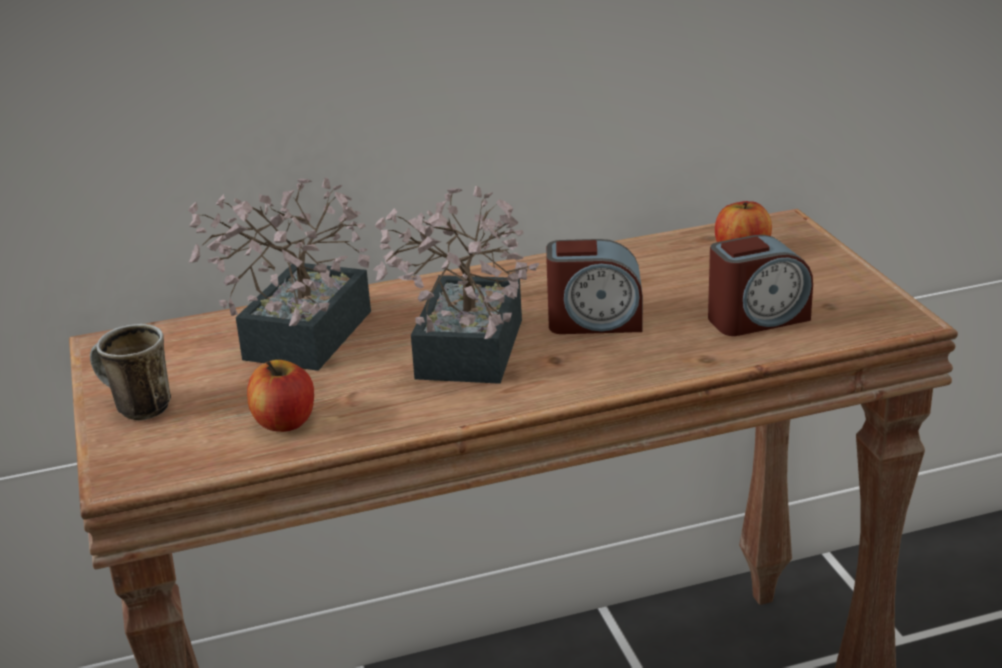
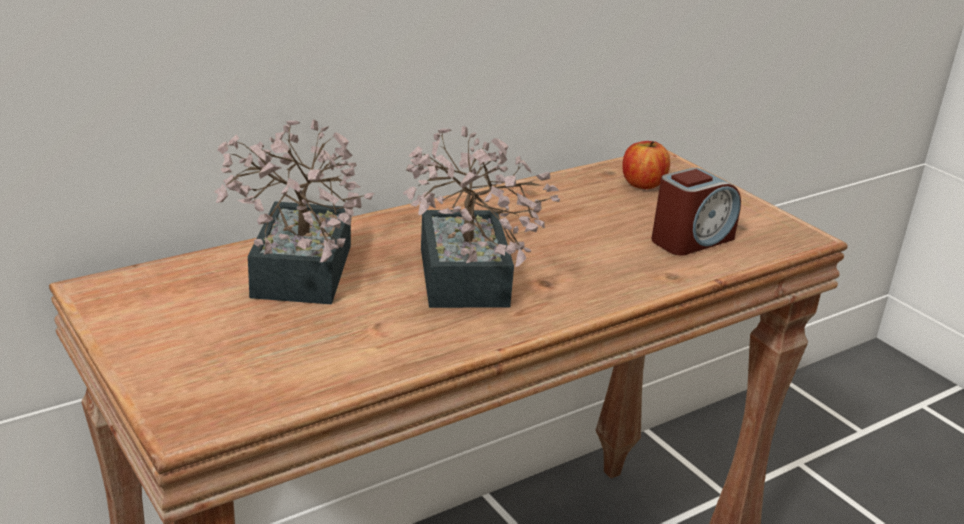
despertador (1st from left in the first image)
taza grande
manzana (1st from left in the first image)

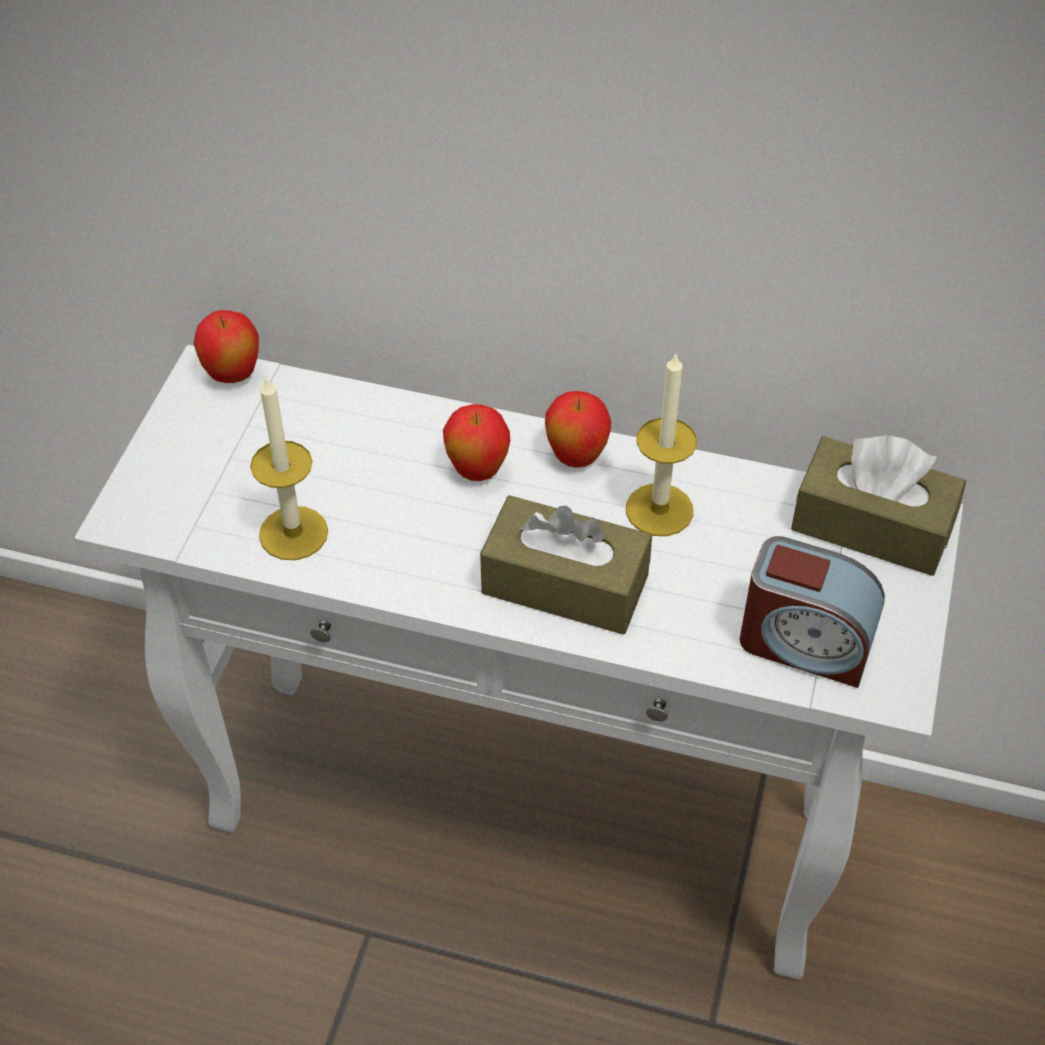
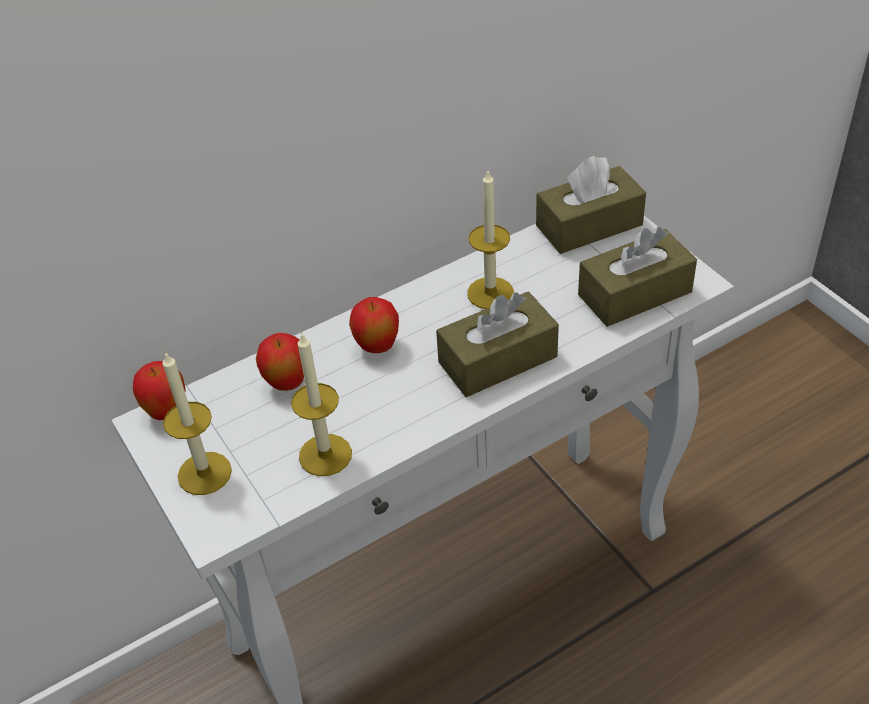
manzana (2nd from left)
caja de pañuelos [marrón] (3rd from left)
vela (1st from left)

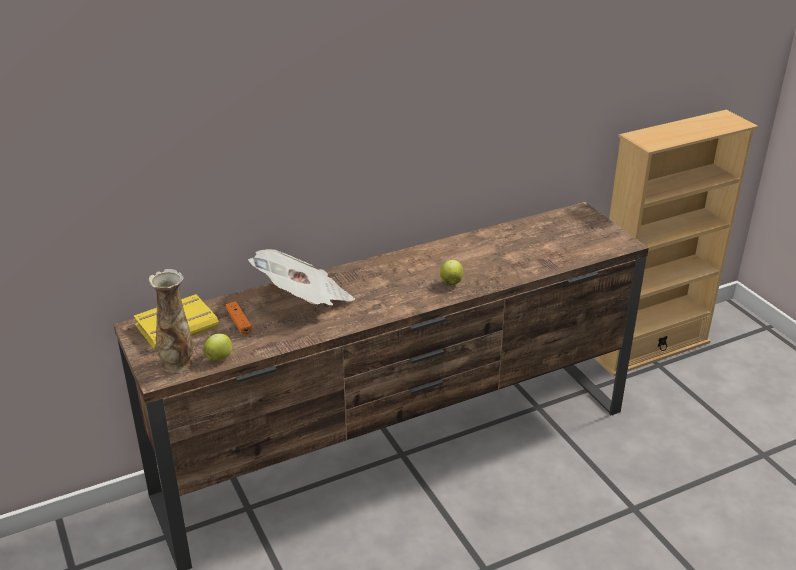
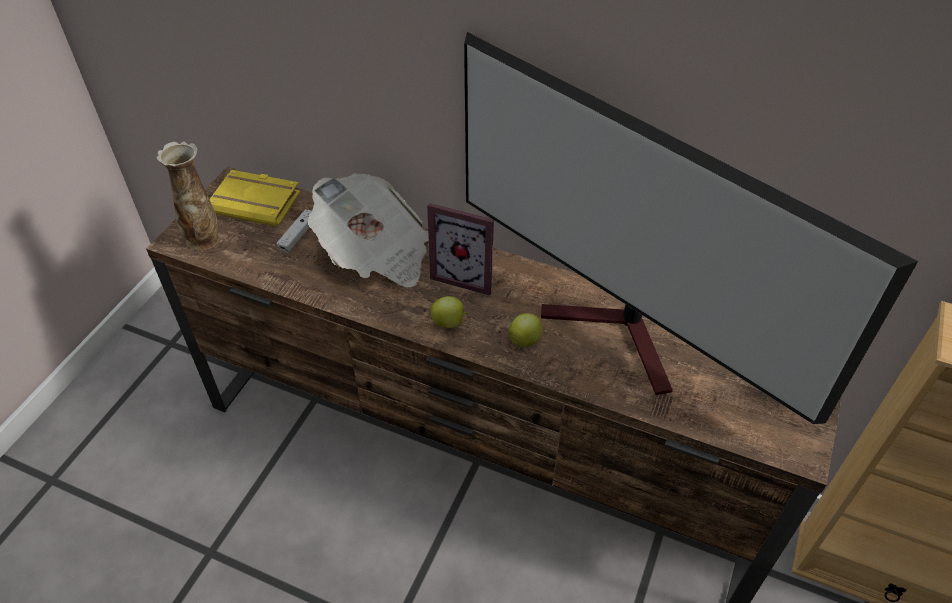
mando de consola [blanco]
manzana (1st from left)
televisor
portarretratos

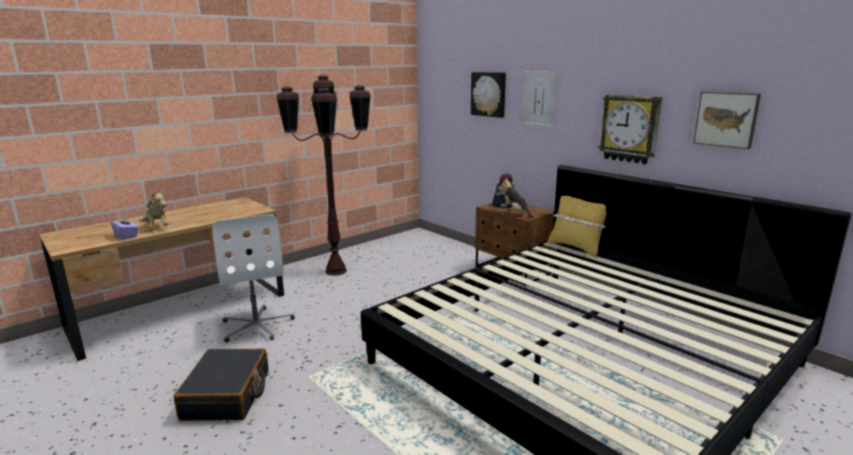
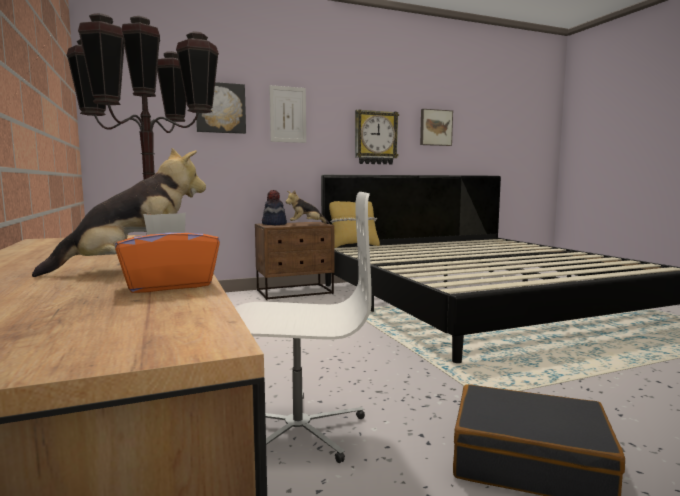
caja de pañuelos [naranja]

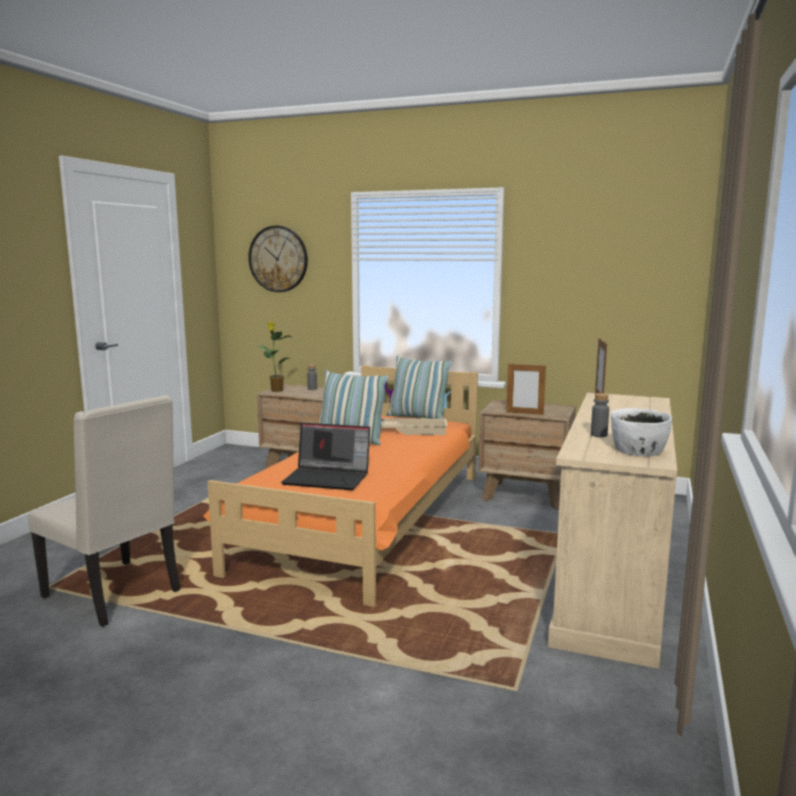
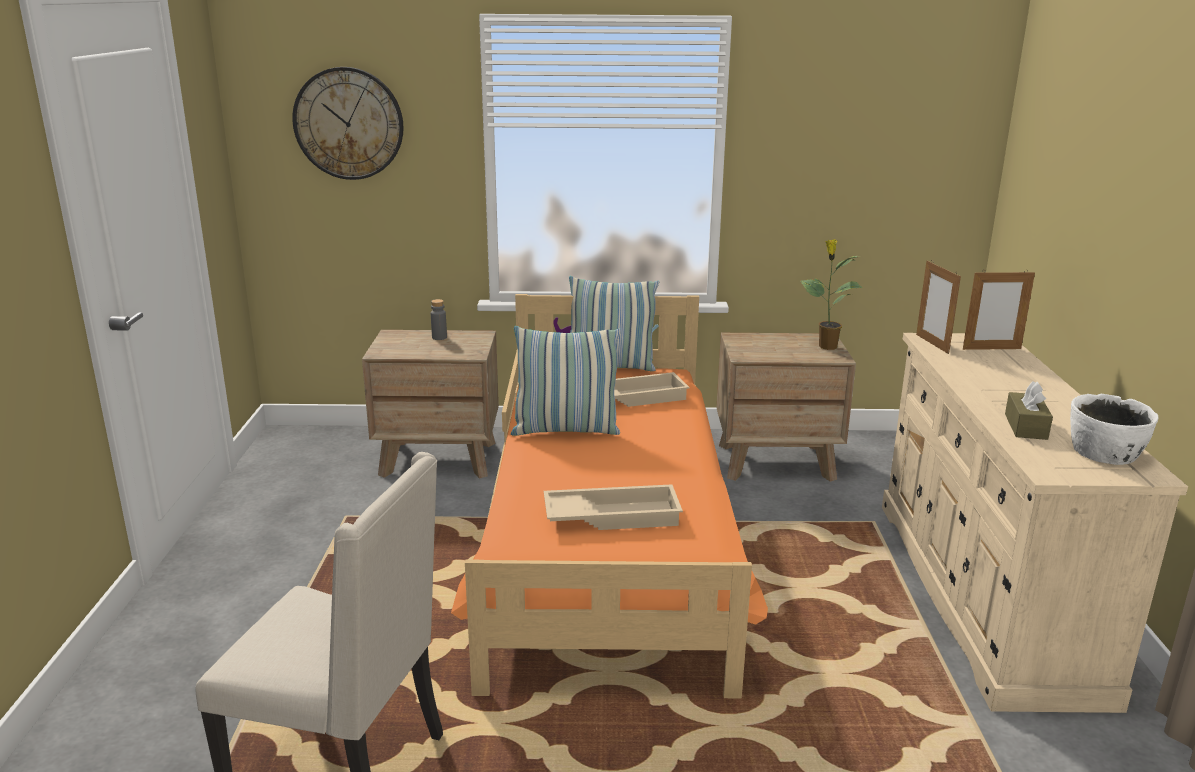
planta en maceta
portarretratos (2nd from left)
caja de pañuelos [marrón]
bandeja [beis] (1st from left)

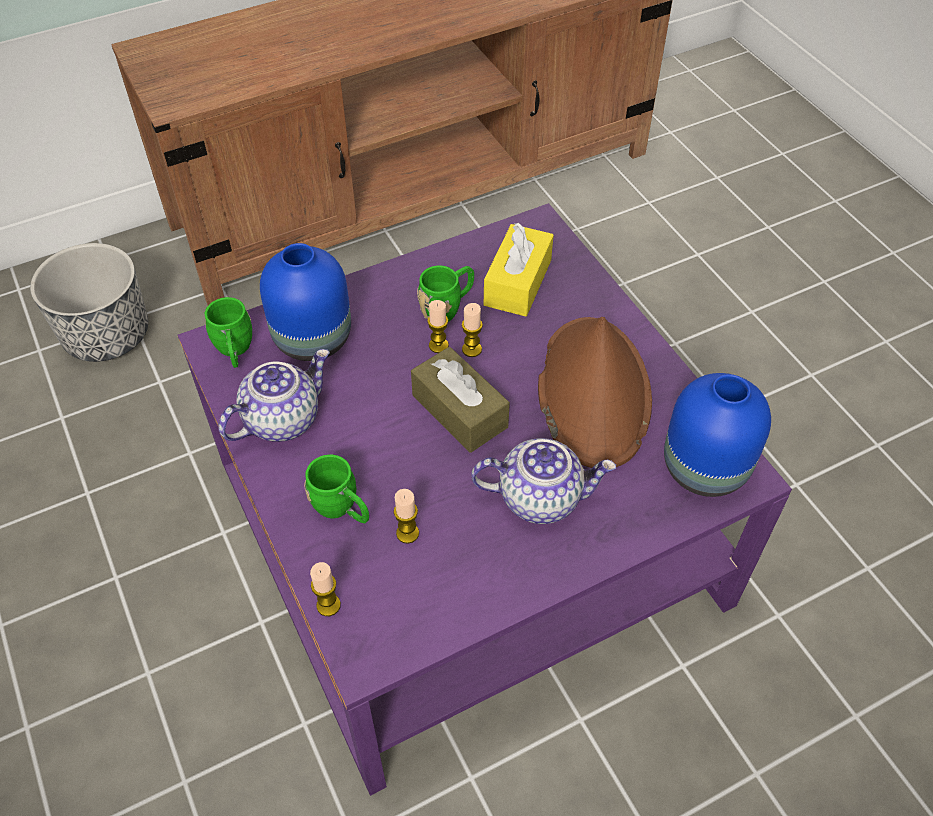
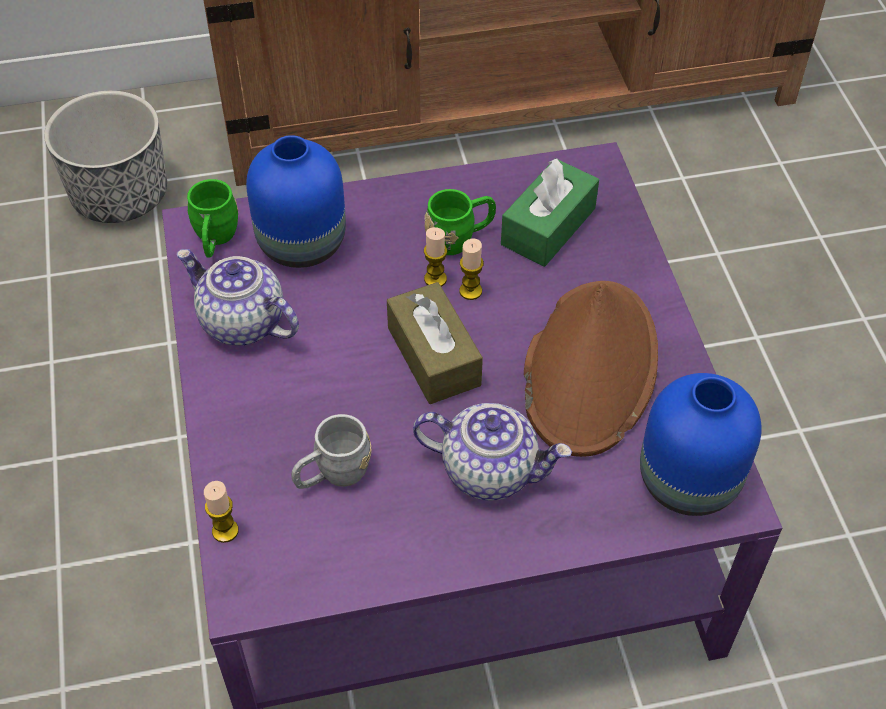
caja de pañuelos [verde]
tetera (1st from left)
taza grande [verde] (2nd from left in the first image)
taza grande [gris]

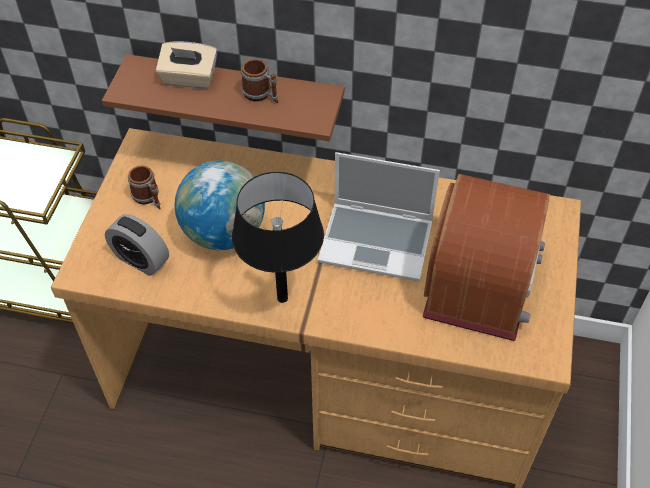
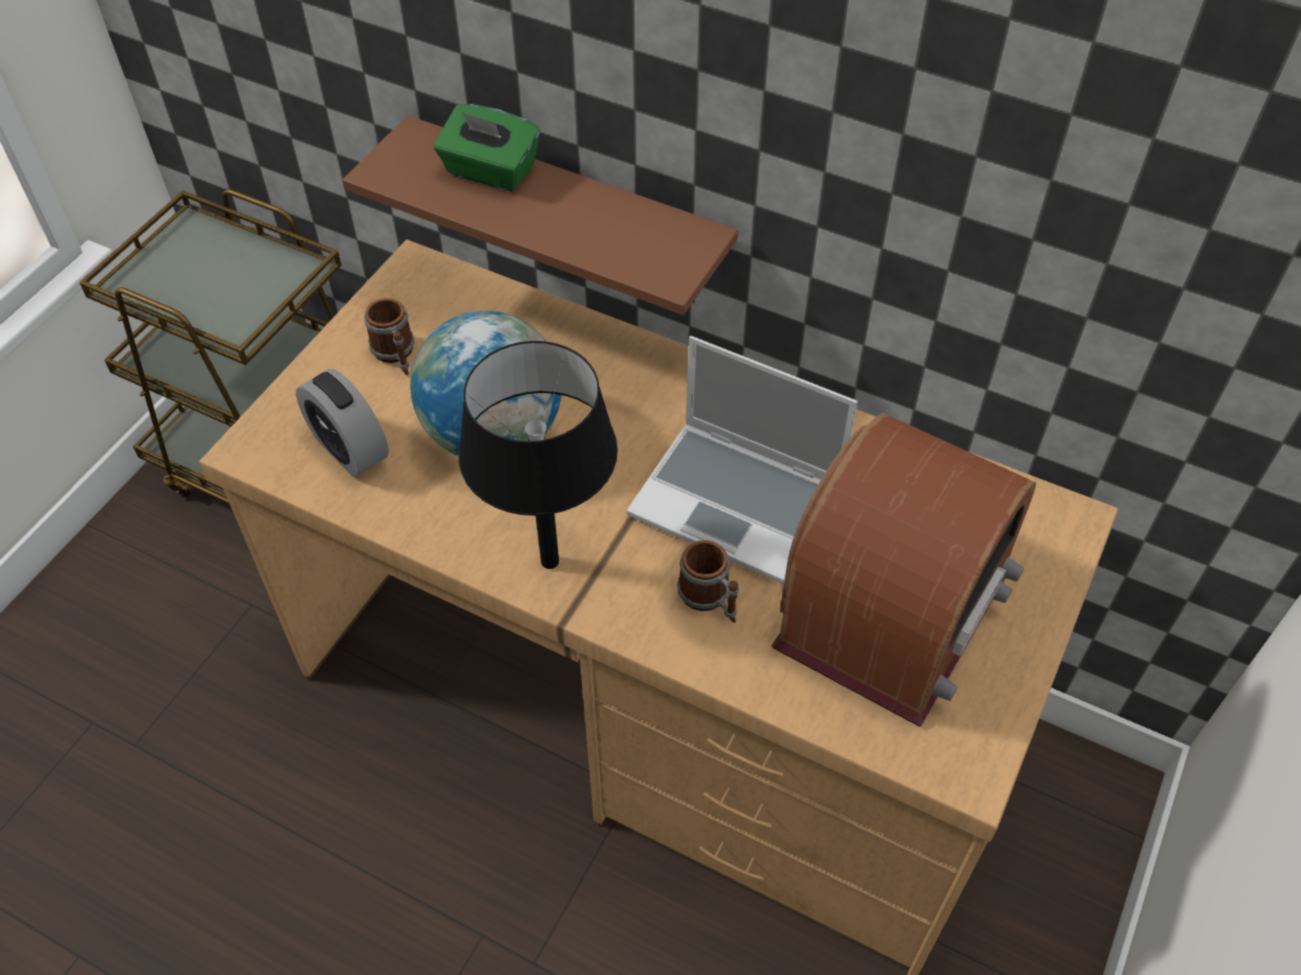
caja de pañuelos [verde]
taza grande (2nd from left)

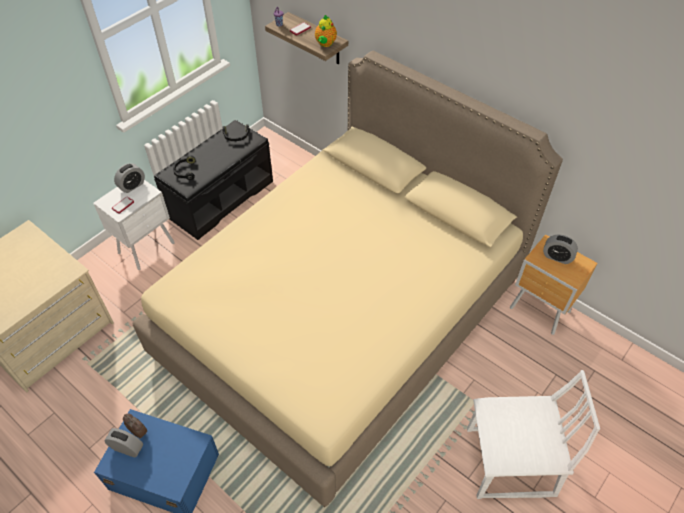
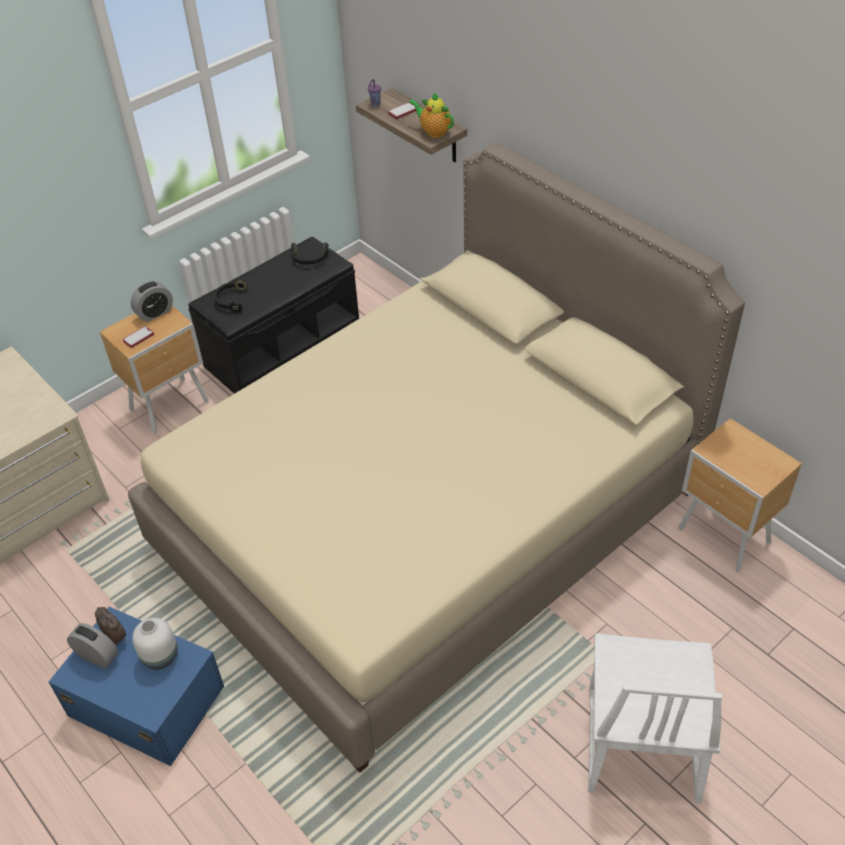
tetera
mesita de noche [marrón] (1st from left)
despertador (4th from left in the first image)
silla [blanco]
florero [blanco]

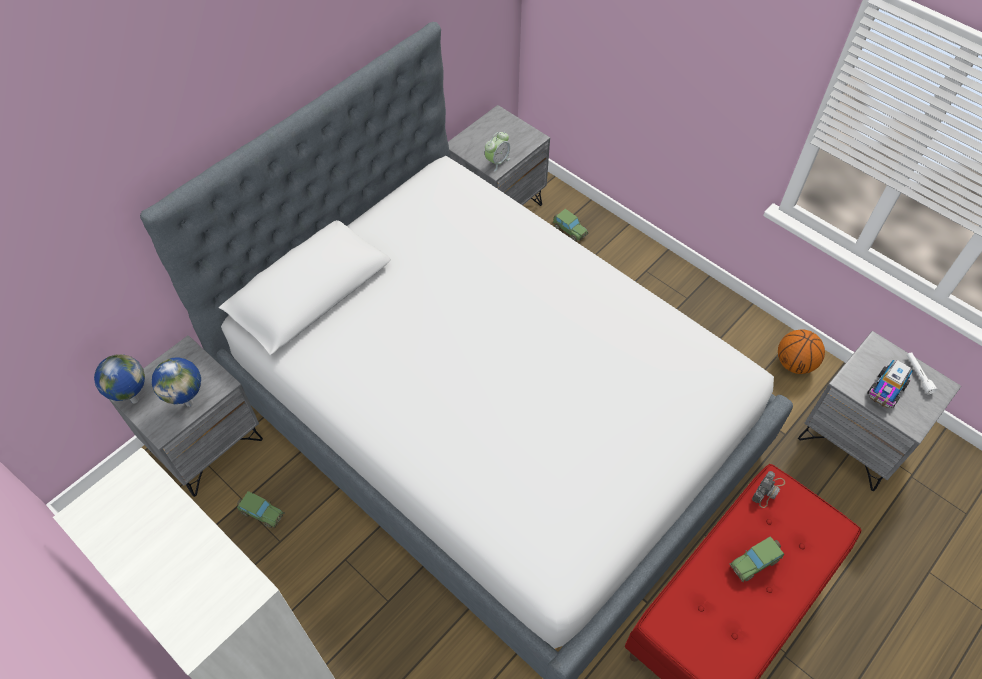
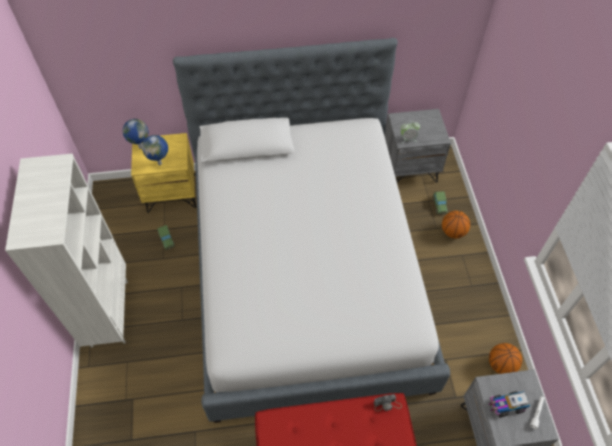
mesita de noche [amarillo]
coche de juguete (3rd from left in the first image)
balón de baloncesto (1st from left)

